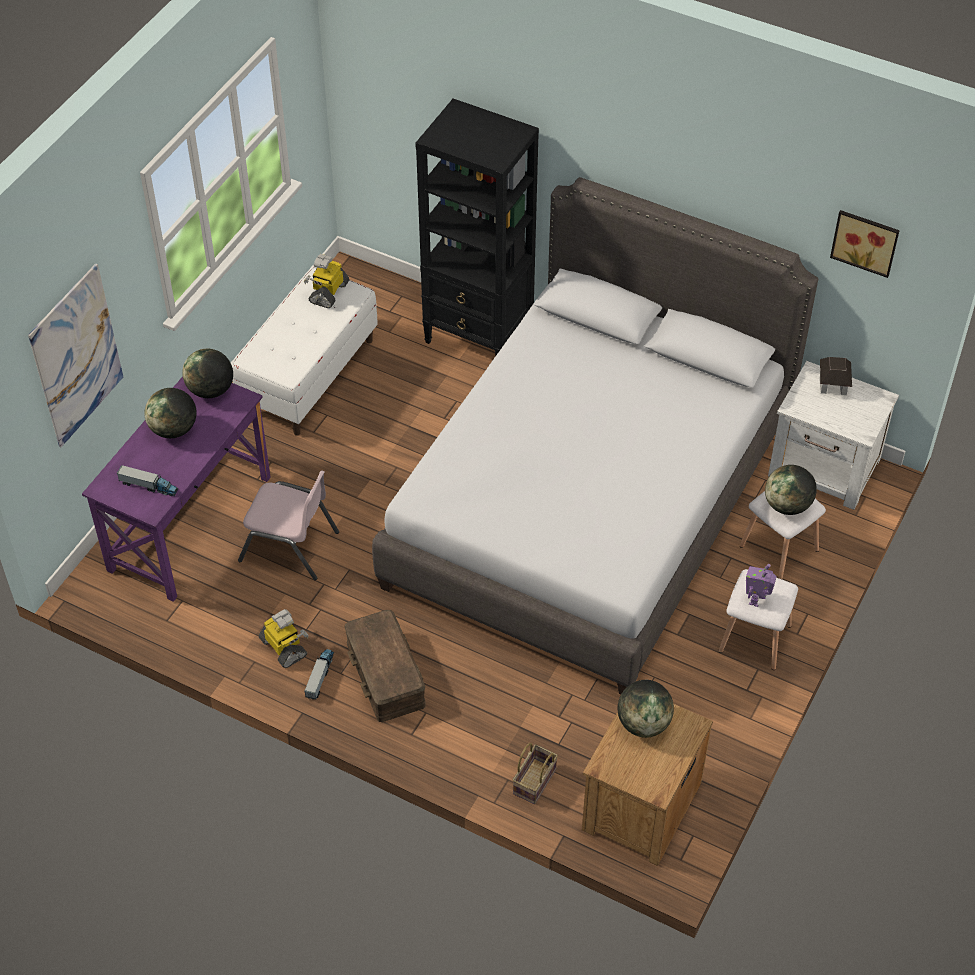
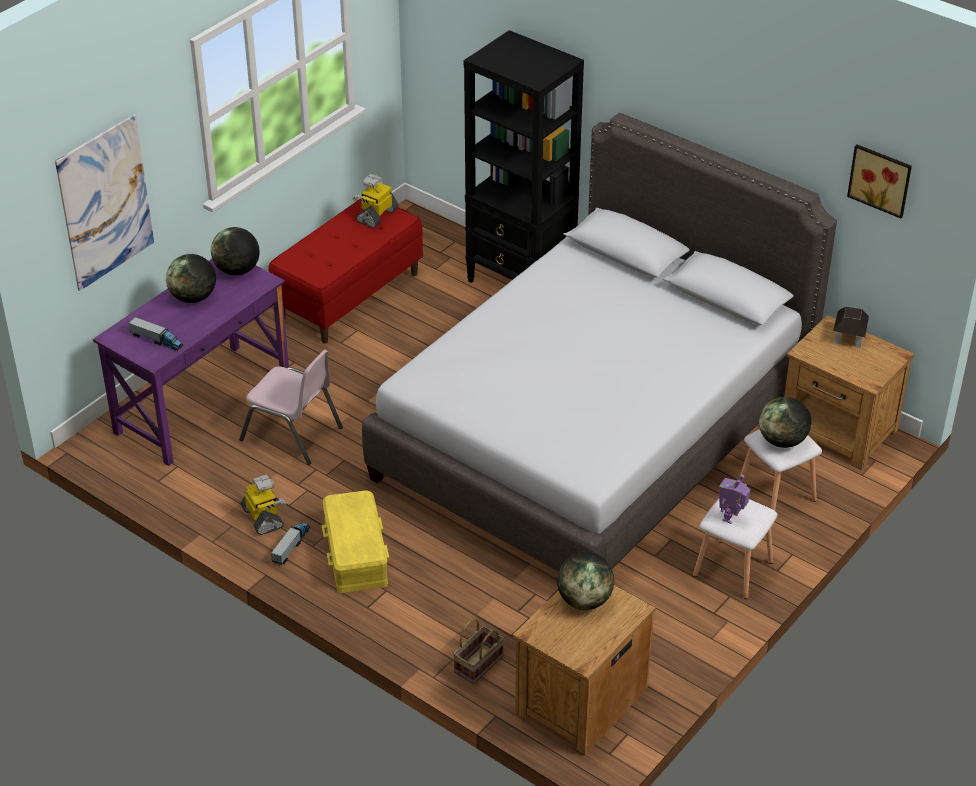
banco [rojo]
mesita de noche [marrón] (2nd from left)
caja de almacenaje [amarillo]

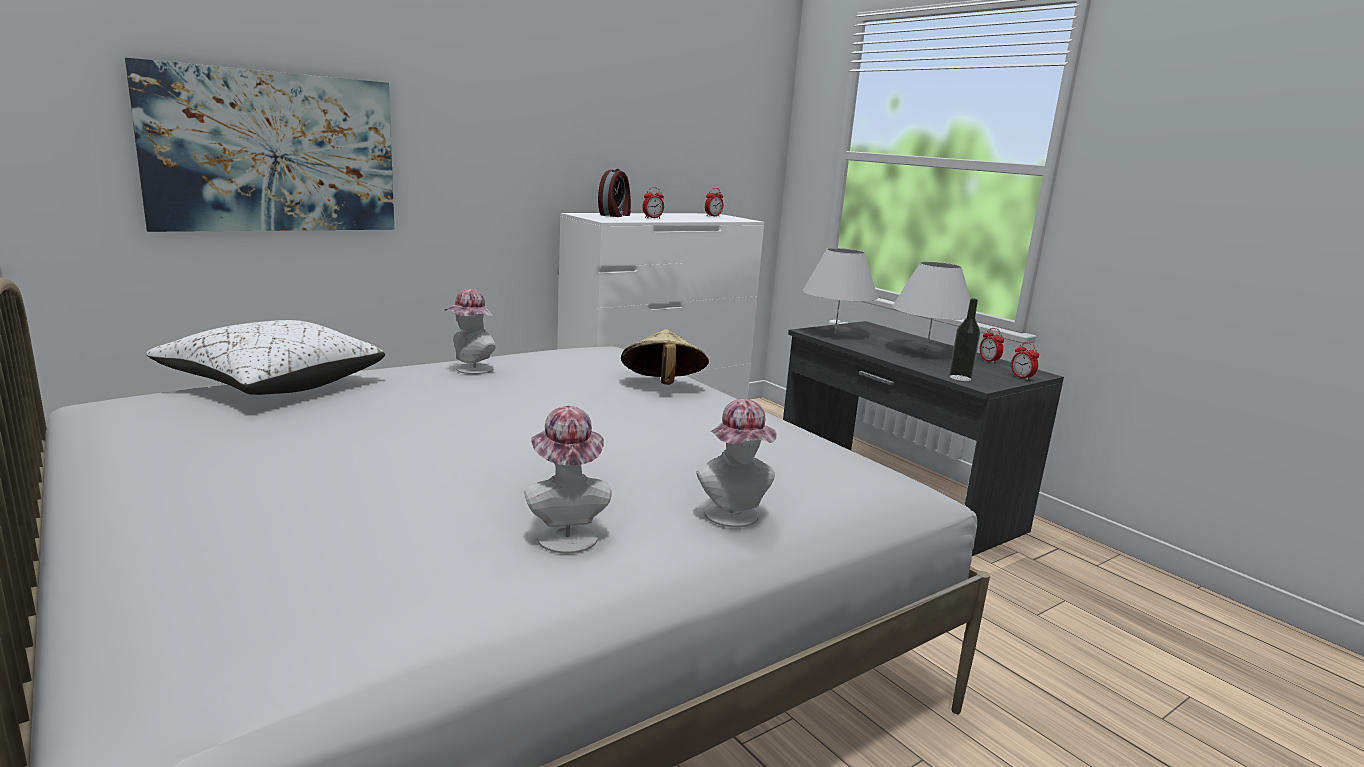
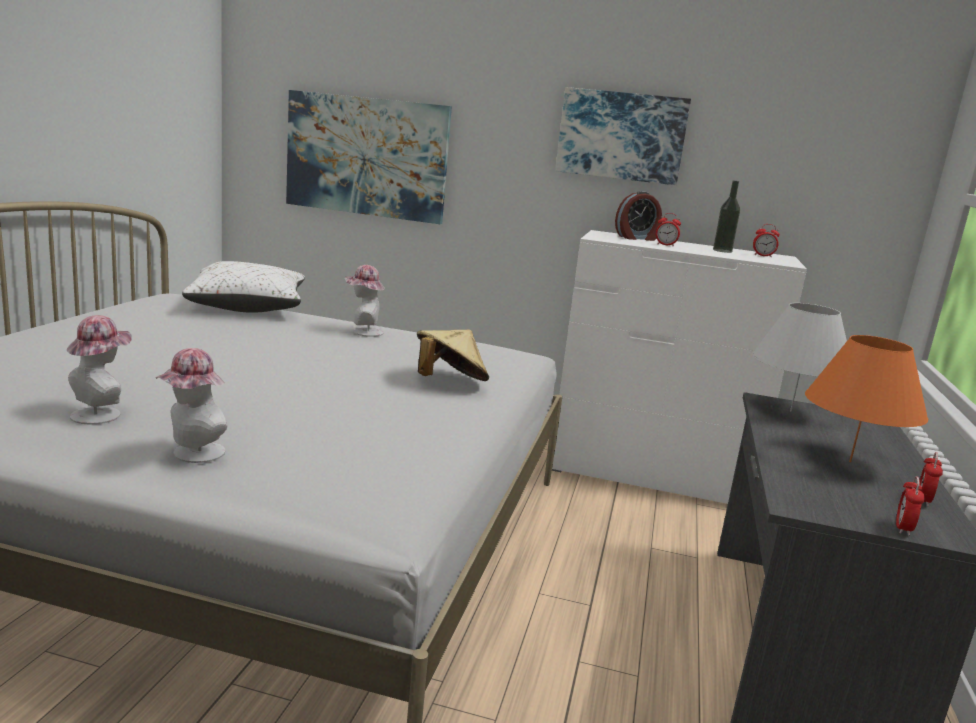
lámpara de mesa [naranja]
botella
cuadro (2nd from left)

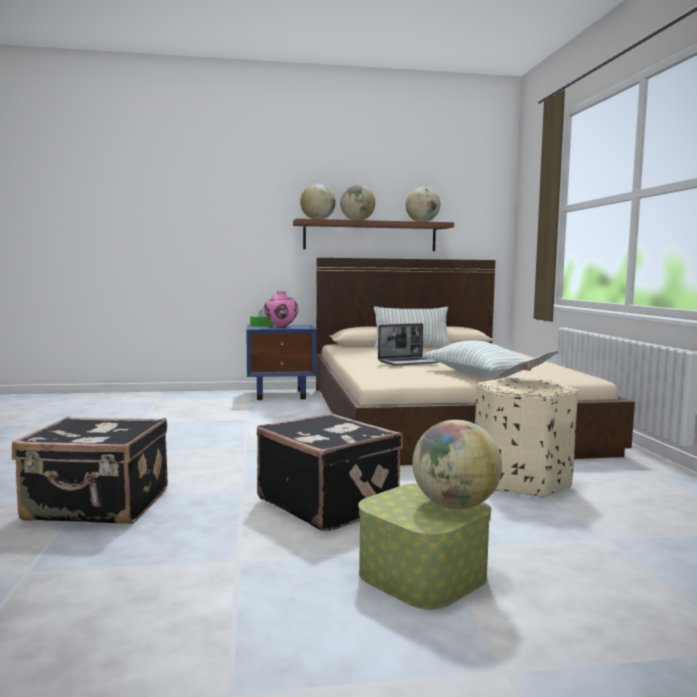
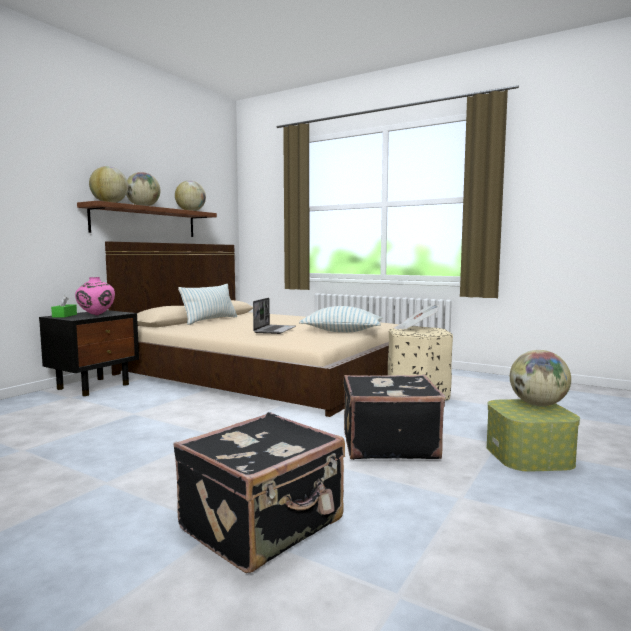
mesita de noche [negro]

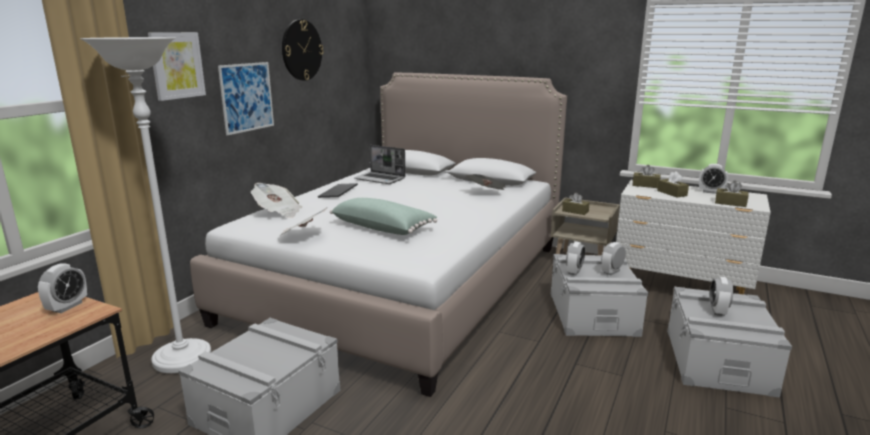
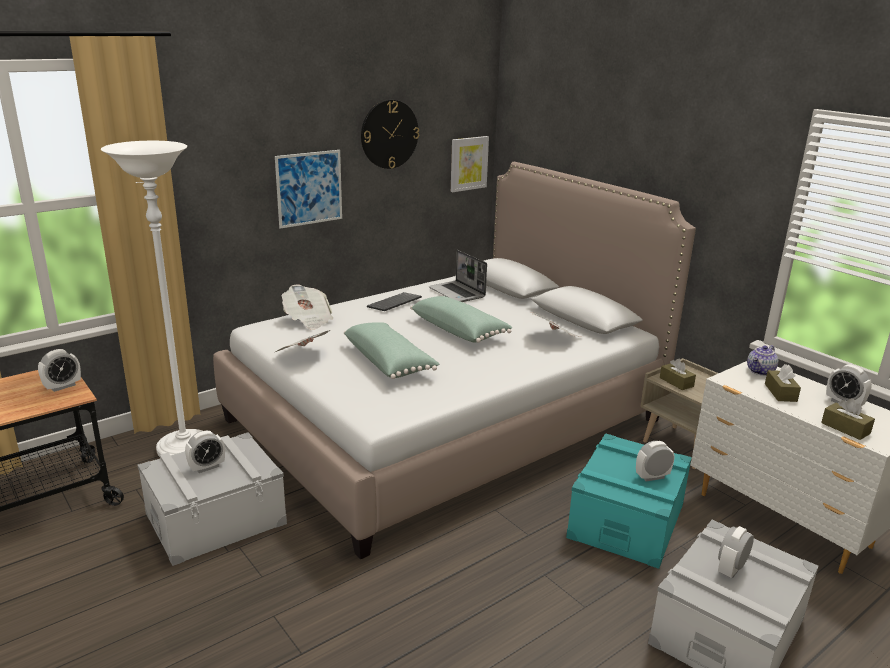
cuadro (2nd from left)
tetera
despertador (2nd from left)
caja de almacenaje [turquesa]
cojín [verde] (2nd from left)

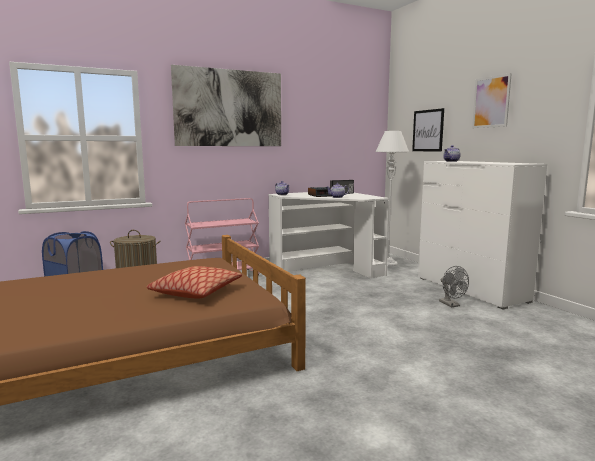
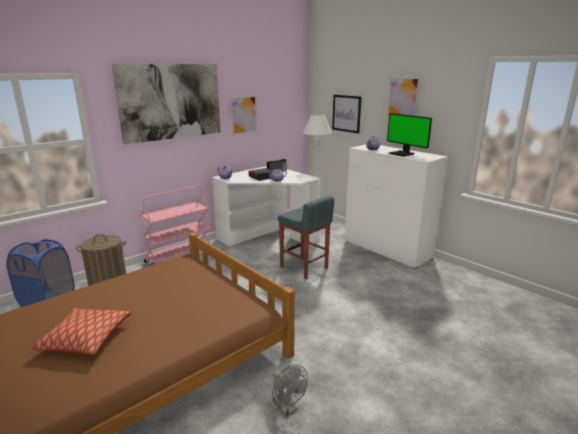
cojín
ventilador [gris]
cuadro (2nd from left)
monitor
taburete [gris]

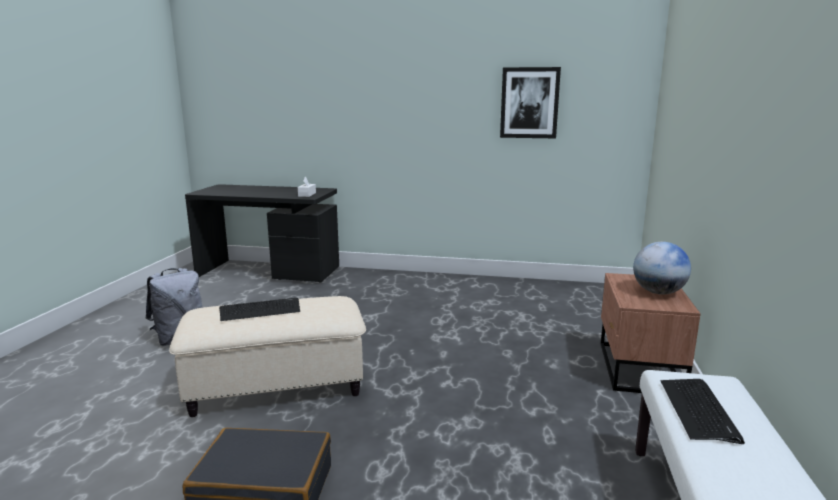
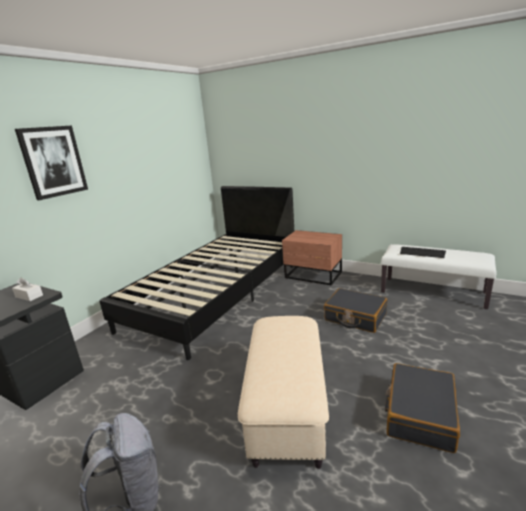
cuadro
globo terráqueo
teclado (1st from left in the first image)
cama [negro]
maleta [negro] (1st from left)

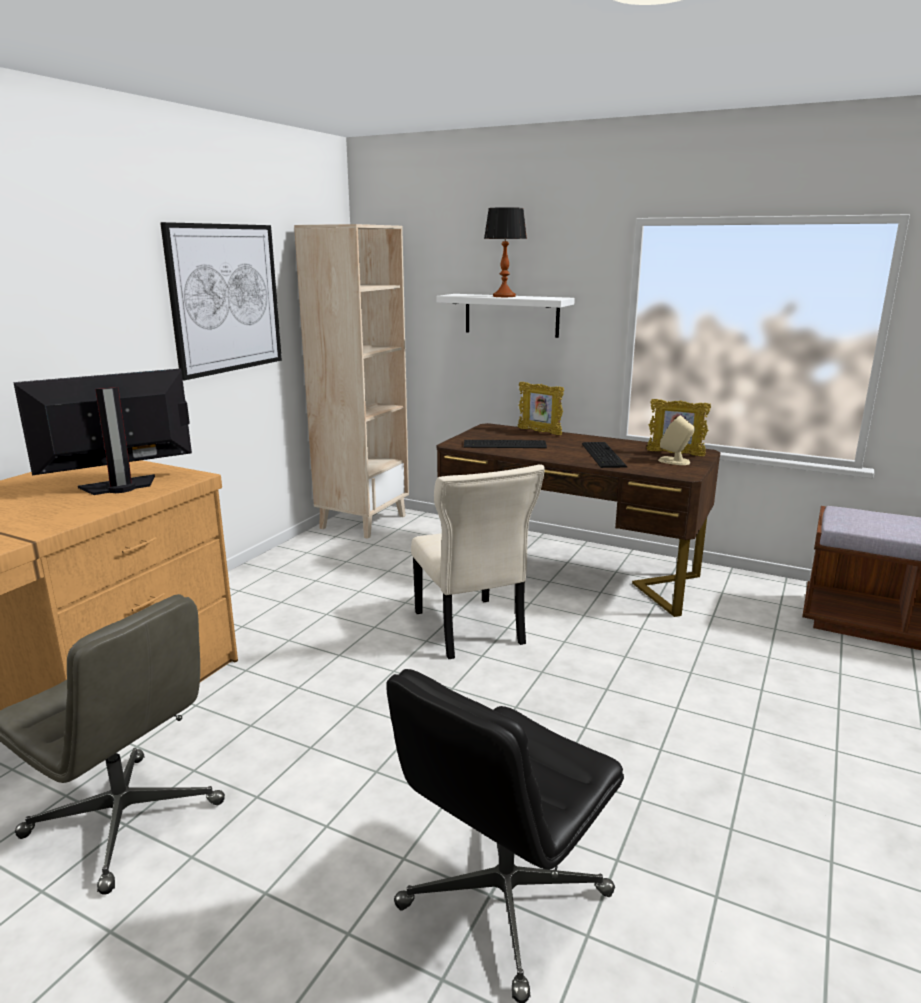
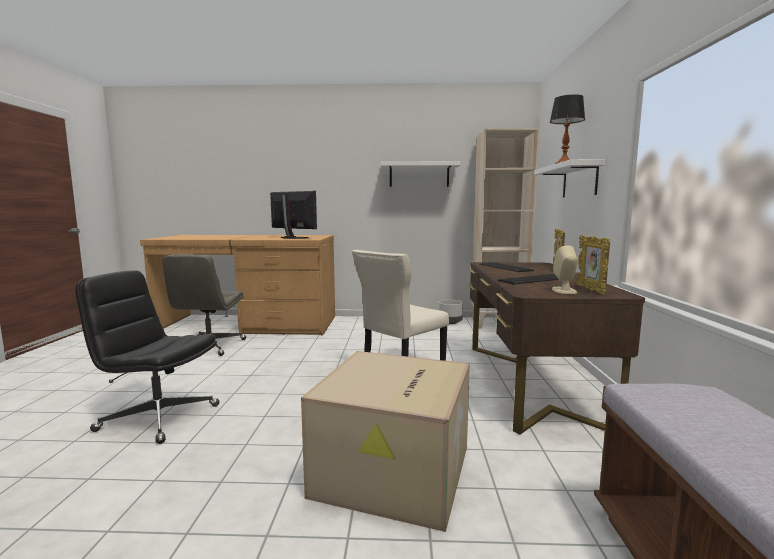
estante [blanco] (1st from left)
maceta [gris]
caja de cartón

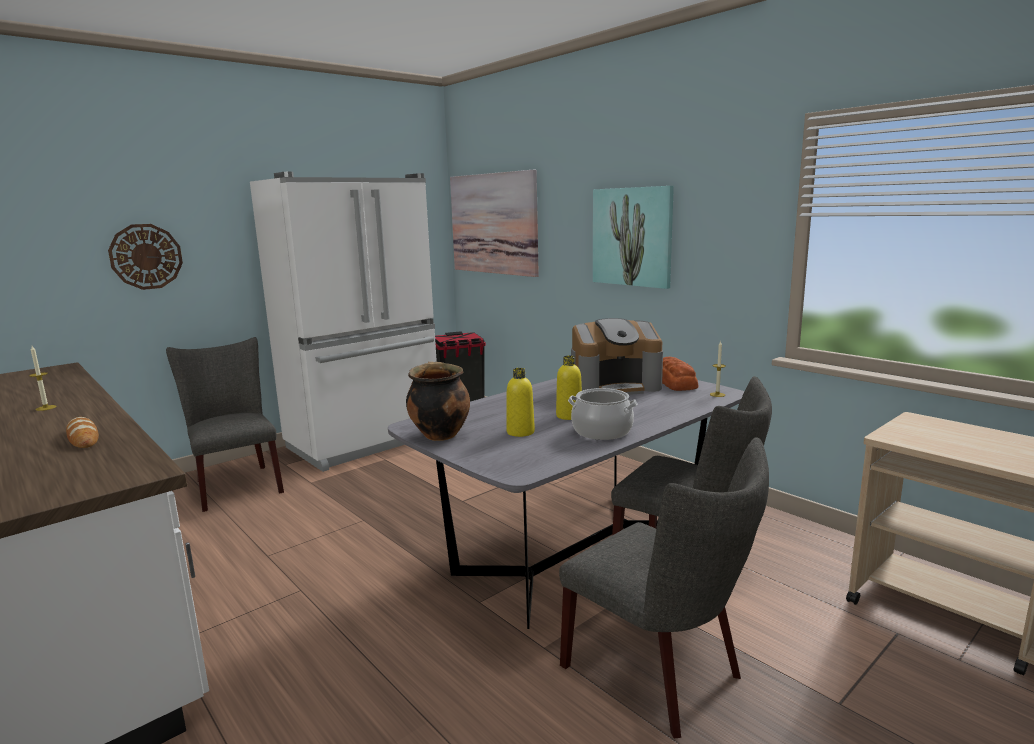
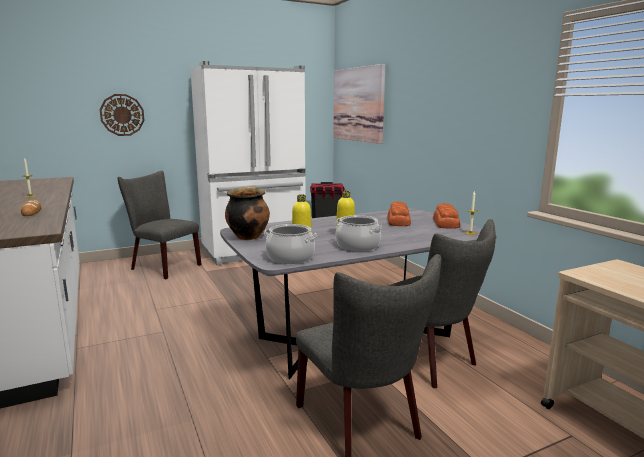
cuadro (2nd from left in the first image)
pan (2nd from left)
silla [gris] (1st from left)
olla (2nd from left)

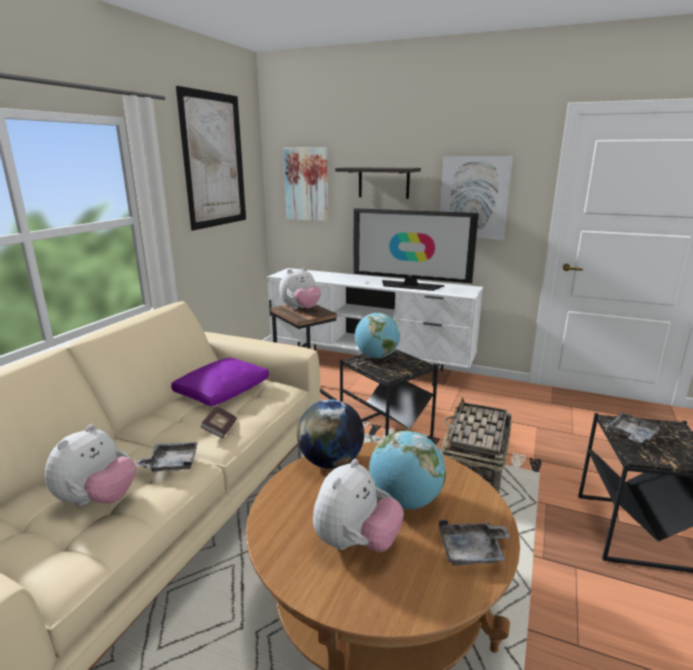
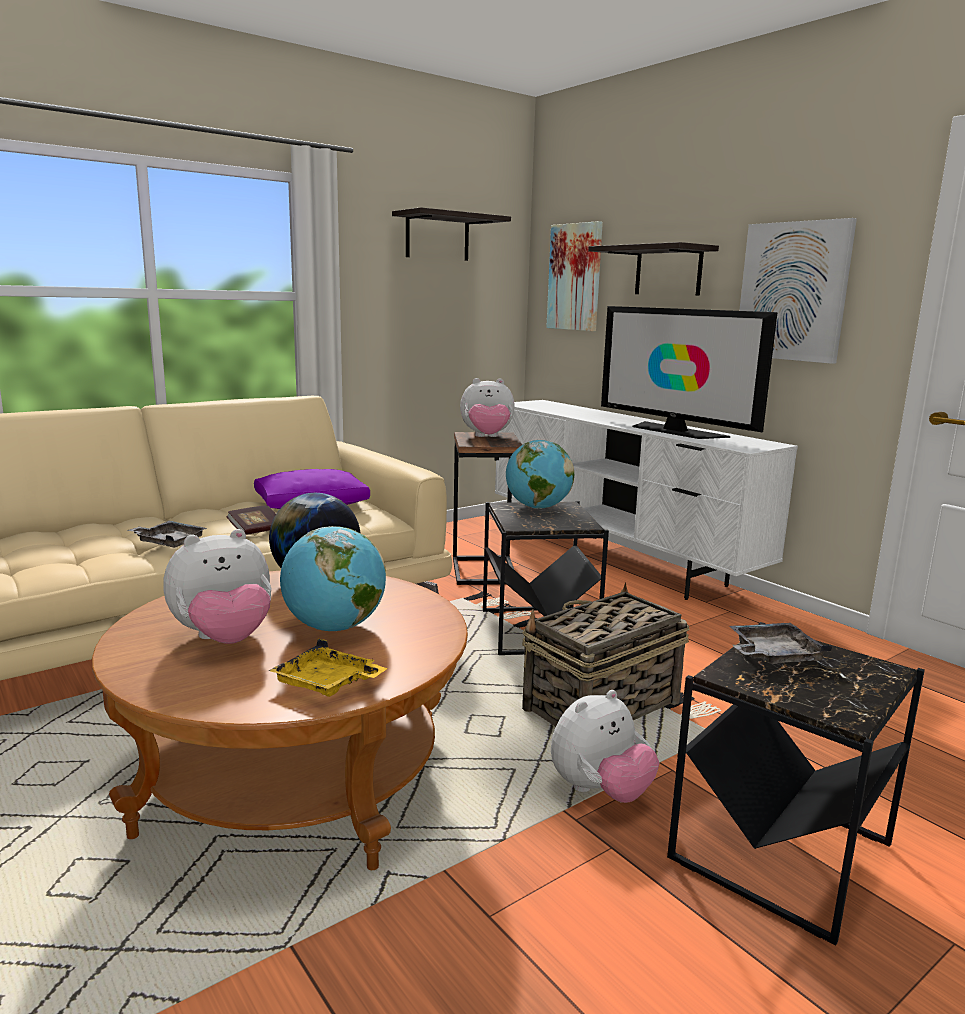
estante (1st from left)
peluche (3rd from left)
bandeja [amarillo]

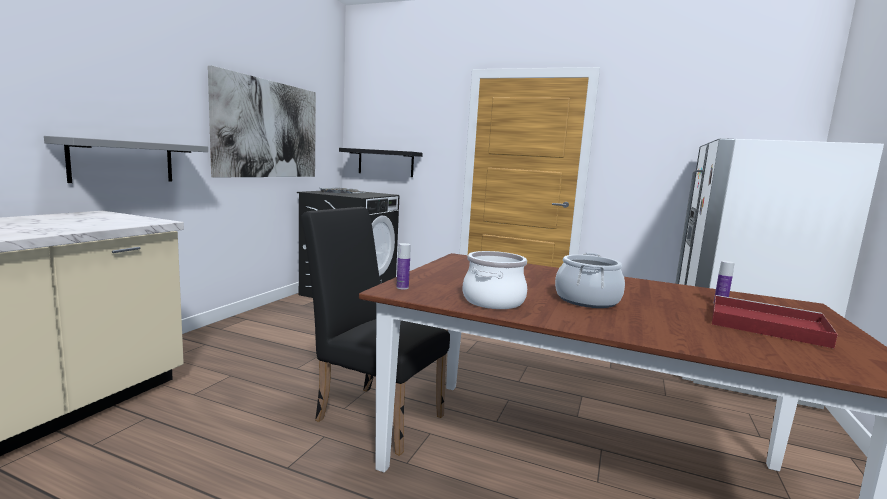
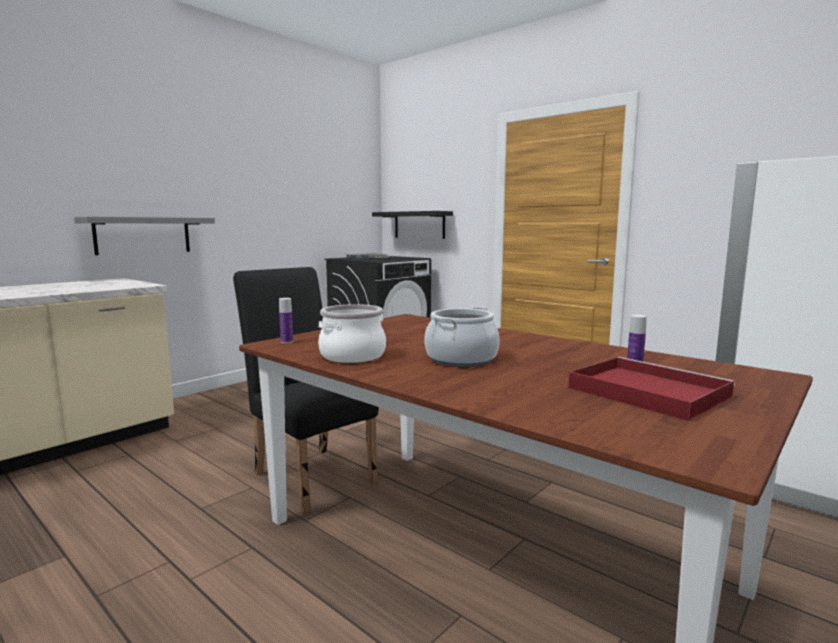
cuadro

